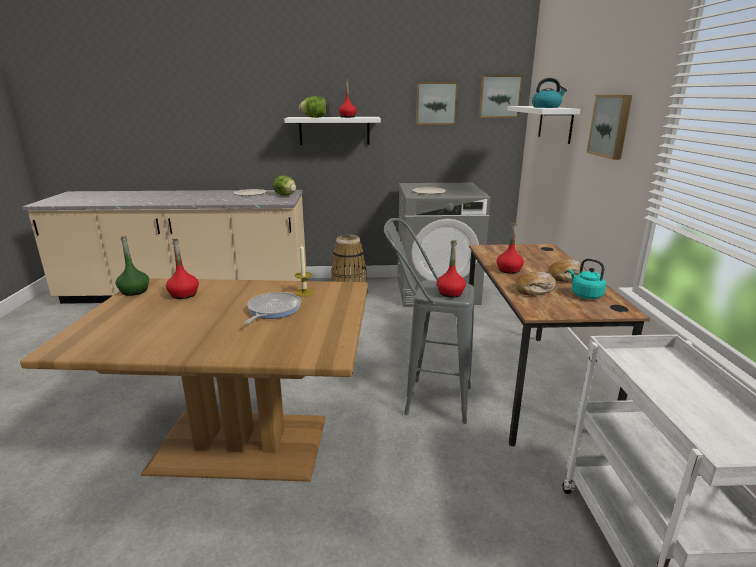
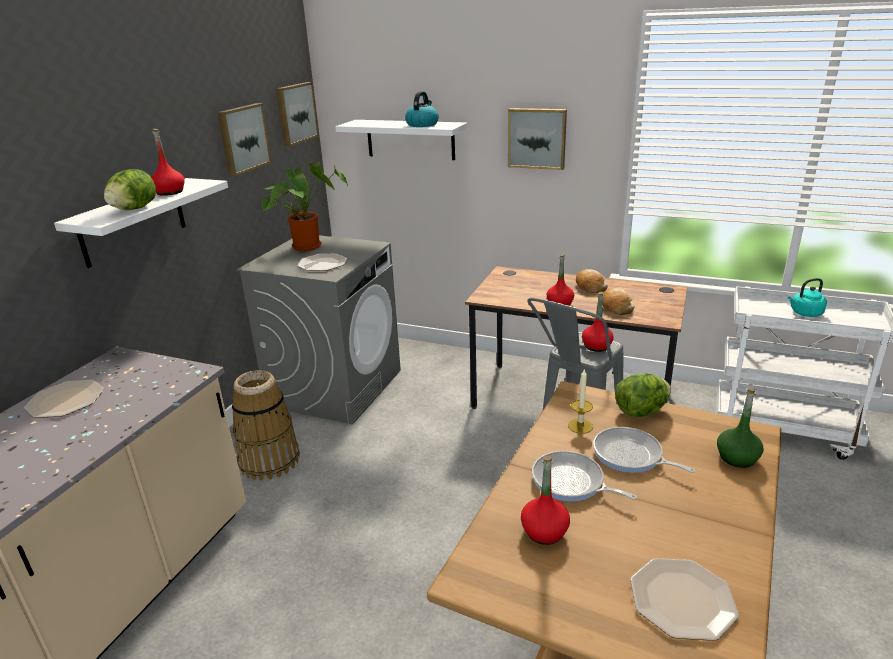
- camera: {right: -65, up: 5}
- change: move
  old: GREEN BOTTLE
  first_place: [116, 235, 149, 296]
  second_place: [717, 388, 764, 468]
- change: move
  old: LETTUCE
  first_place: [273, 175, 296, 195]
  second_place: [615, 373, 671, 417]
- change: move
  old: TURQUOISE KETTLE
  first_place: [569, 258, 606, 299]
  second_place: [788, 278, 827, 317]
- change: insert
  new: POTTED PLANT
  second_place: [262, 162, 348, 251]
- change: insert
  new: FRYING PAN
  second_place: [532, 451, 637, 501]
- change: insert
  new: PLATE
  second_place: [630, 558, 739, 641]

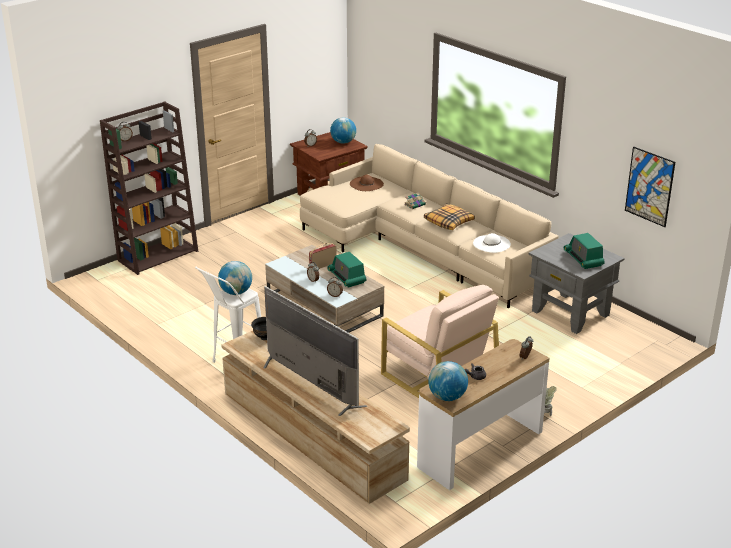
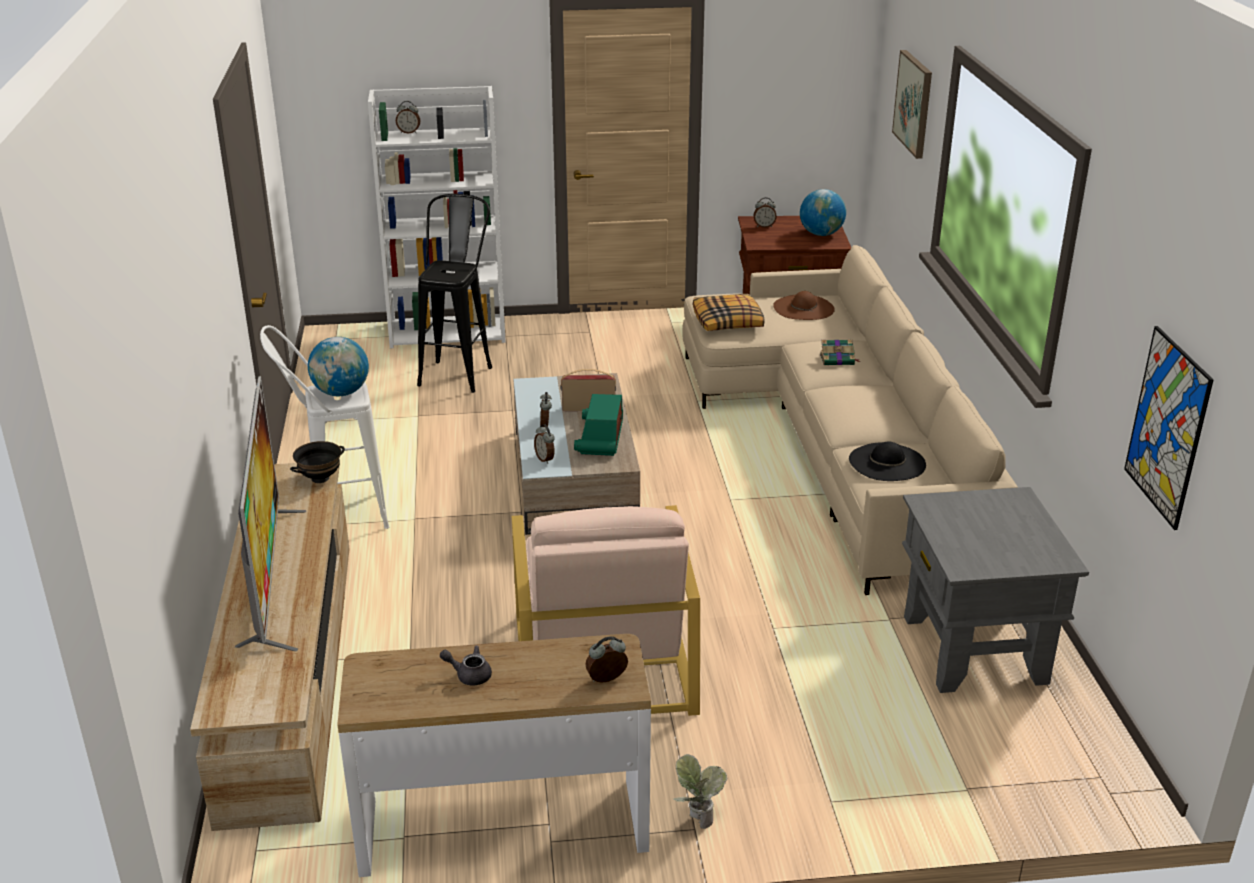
- camera: {right: 35, up: 0}
- change: recolor
  old: BROWN BOOKCASE
  new: WHITE BOOKCASE
  first_place: [100, 102, 198, 275]
  second_place: [368, 86, 506, 348]
- change: move
  old: PILLOW
  first_place: [424, 204, 475, 230]
  second_place: [693, 294, 764, 331]
- change: delete
  old: GLOBE
  first_place: [428, 361, 468, 401]
- change: recolor
  old: WHITE HAT
  new: BLACK HAT
  first_place: [473, 233, 511, 253]
  second_place: [849, 441, 926, 481]
- change: delete
  old: RADIO
  first_place: [564, 233, 605, 269]
- change: insert
  new: BLACK STOOL
  second_place: [417, 194, 492, 393]
- change: insert
  new: PICTURE
  second_place: [892, 50, 932, 159]

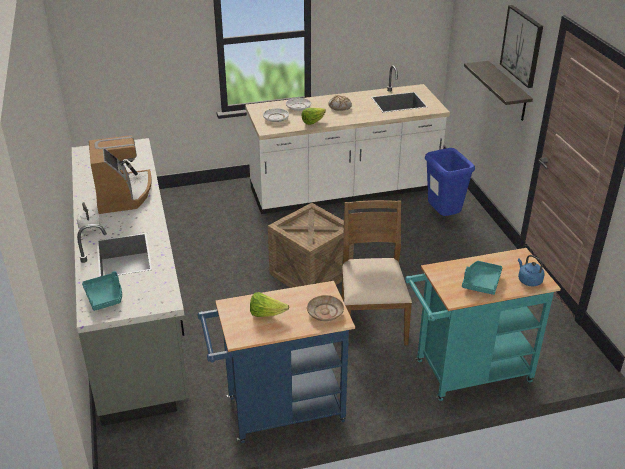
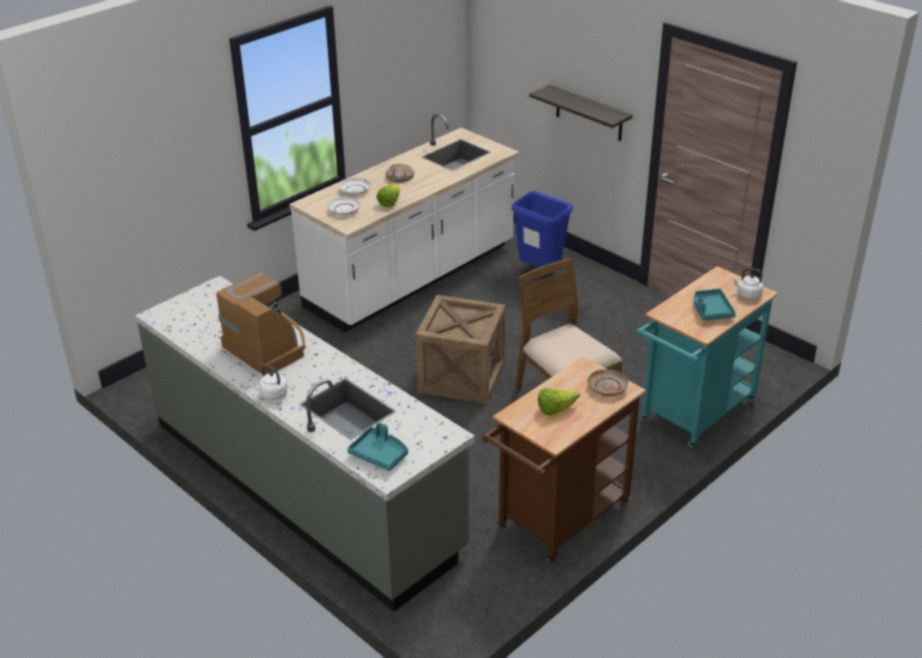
- camera: {right: -30, up: 0}
- change: recolor
  old: BLUE CART
  new: BROWN CART
  first_place: [198, 281, 355, 443]
  second_place: [482, 356, 646, 563]
- change: delete
  old: PICTURE
  first_place: [500, 5, 543, 88]
- change: recolor
  old: BLUE KETTLE
  new: WHITE KETTLE
  first_place: [518, 255, 545, 286]
  second_place: [732, 268, 763, 300]

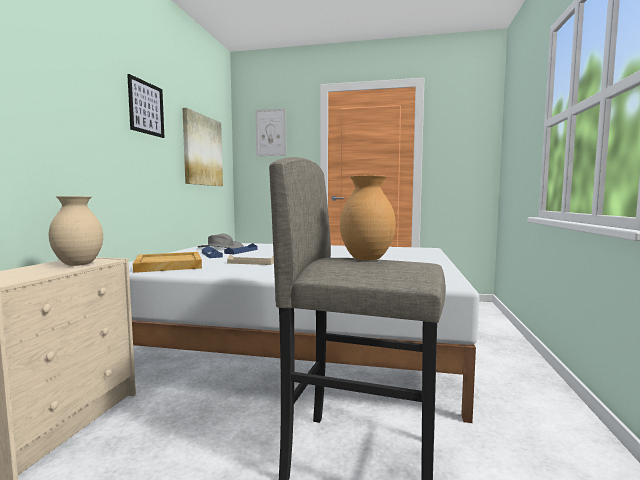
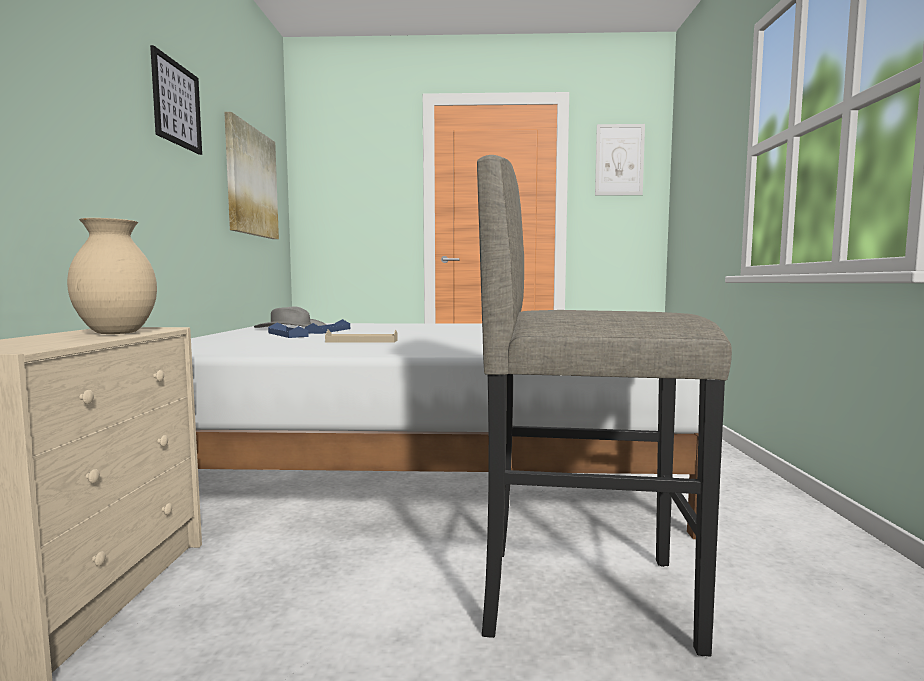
- camera: {right: -10, up: 0}
- change: delete
  old: BEIGE TRAY
  first_place: [133, 252, 202, 273]
- change: move
  old: PICTURE
  first_place: [255, 108, 286, 156]
  second_place: [595, 124, 645, 196]
- change: delete
  old: BROWN VASE
  first_place: [340, 175, 396, 260]

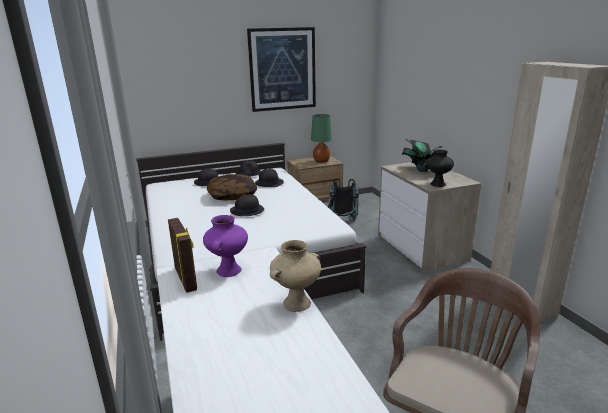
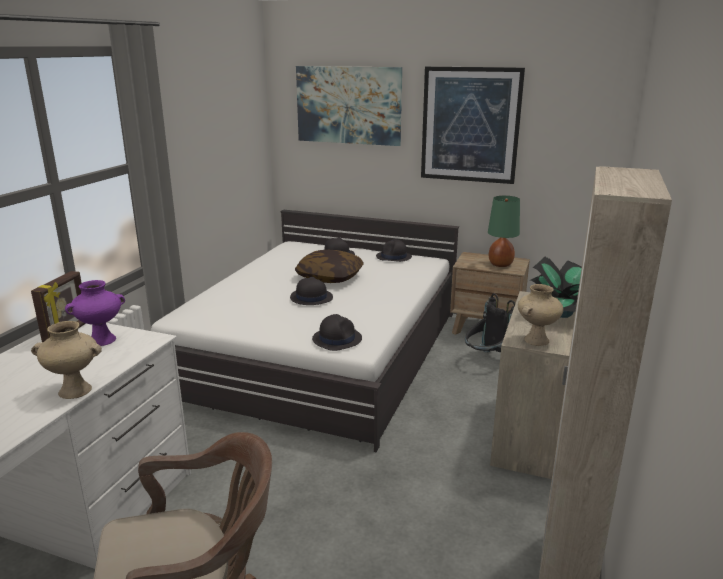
- camera: {right: 40, up: 0}
- change: move
  old: BLACK HAT
  first_place: [255, 169, 284, 187]
  second_place: [312, 314, 362, 351]
- change: recolor
  old: BLACK VASE
  new: BEIGE VASE
  first_place: [426, 150, 454, 187]
  second_place: [518, 284, 563, 346]
- change: insert
  new: PICTURE
  second_place: [296, 66, 402, 146]

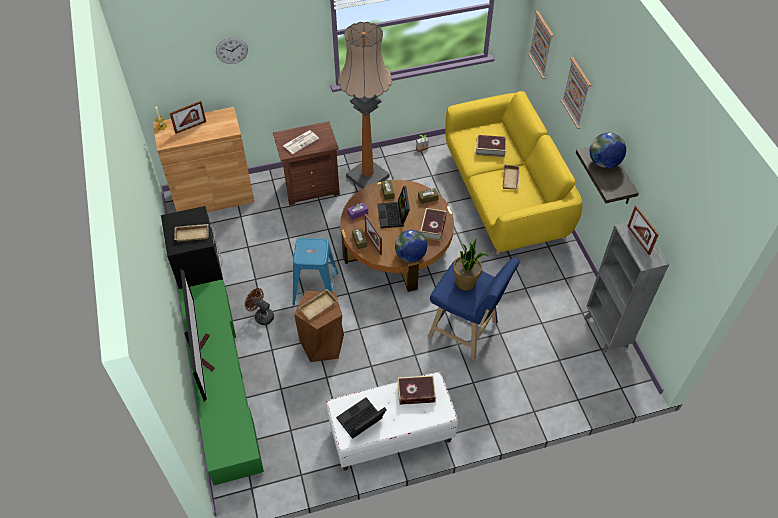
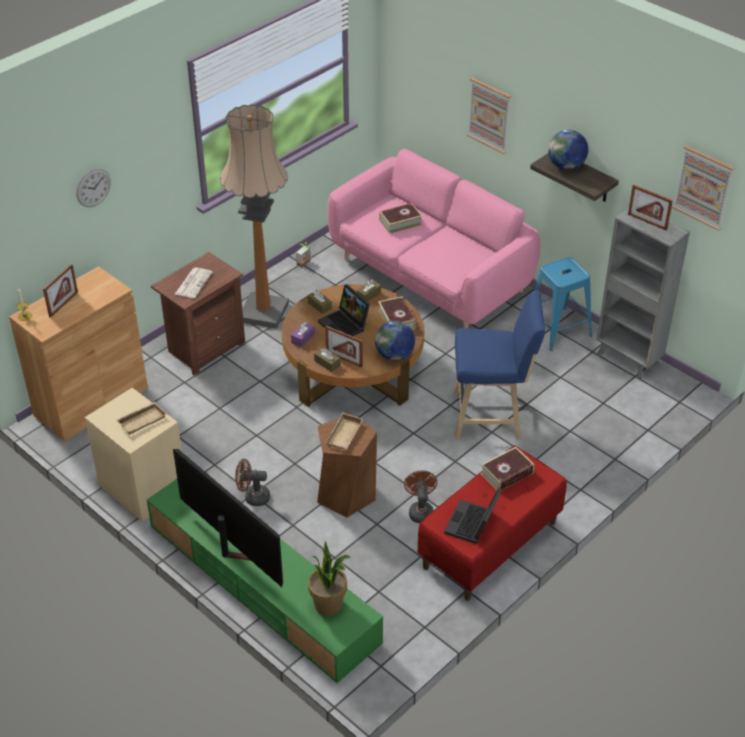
- camera: {right: -30, up: -10}
- change: recolor
  old: BLACK NIGHTSTAND
  new: BEIGE NIGHTSTAND
  first_place: [161, 206, 223, 289]
  second_place: [85, 388, 182, 522]
- change: move
  old: BLUE STOOL
  first_place: [293, 238, 338, 305]
  second_place: [534, 257, 592, 351]
- change: recolor
  old: WHITE BENCH
  new: RED BENCH
  first_place: [326, 372, 458, 471]
  second_place: [418, 446, 567, 601]
- change: recolor
  old: YELLOW SOFA
  new: PINK SOFA
  first_place: [445, 91, 583, 255]
  second_place: [327, 149, 540, 328]
- change: move
  old: POTTED PLANT
  first_place: [453, 238, 489, 291]
  second_place: [308, 541, 350, 616]
- change: delete
  old: BEIGE TRAY
  first_place: [502, 164, 520, 189]
- change: move
  old: PICTURE
  first_place: [528, 11, 554, 79]
  second_place: [672, 145, 734, 231]
- change: insert
  new: BROWN FAN
  second_place: [404, 471, 437, 523]

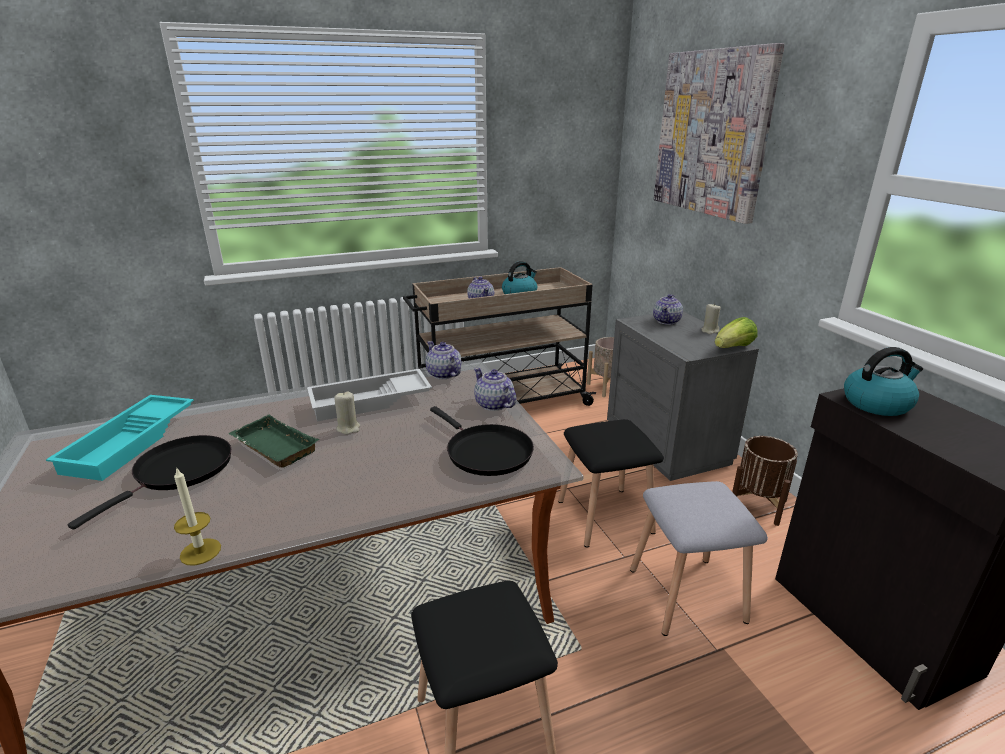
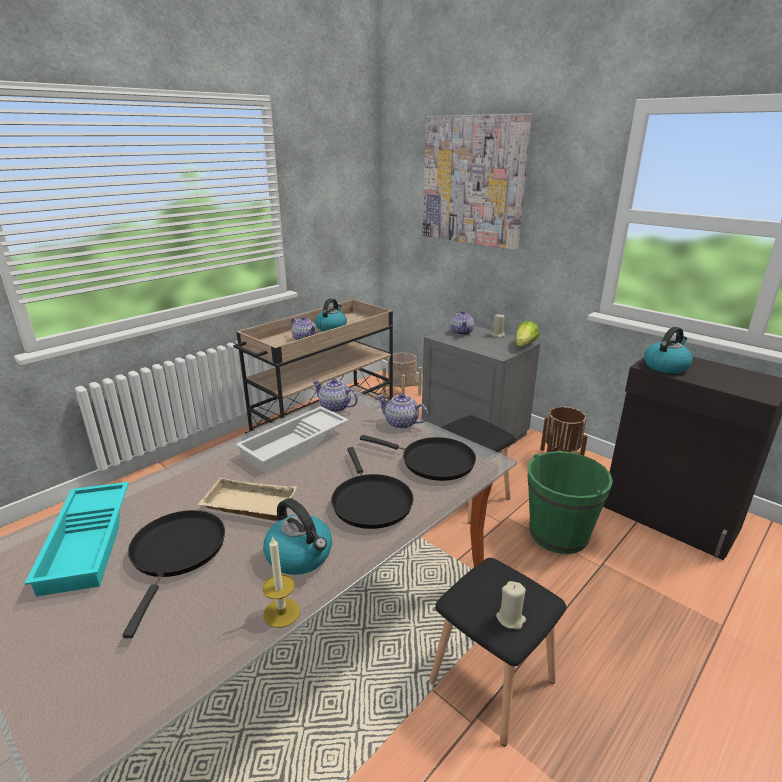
- camera: {right: -25, up: 0}
- change: recolor
  old: GREEN TRAY
  new: BEIGE TRAY
  first_place: [228, 414, 319, 468]
  second_place: [198, 477, 297, 521]
- change: move
  old: BEIGE CANDLE
  first_place: [334, 391, 360, 435]
  second_place: [496, 581, 526, 629]
- change: replace
  old: GREY STOOL
  new: GREEN BUCKET
  first_place: [630, 481, 768, 636]
  second_place: [527, 451, 613, 554]
- change: insert
  new: KETTLE
  second_place: [263, 498, 332, 575]
- change: insert
  new: BLACK FRYING PAN
  second_place: [331, 447, 414, 529]

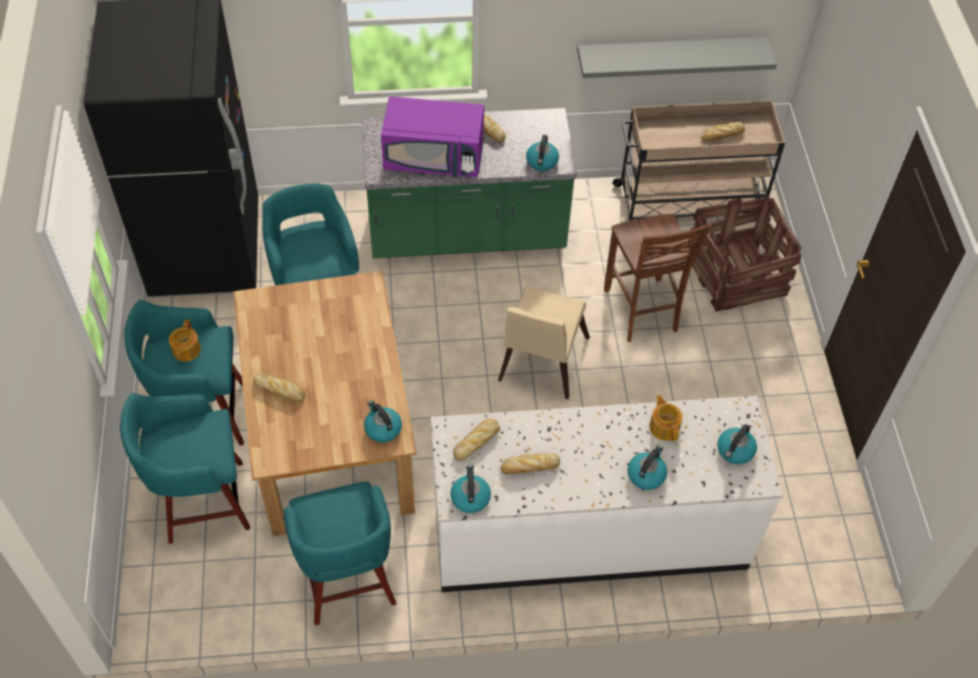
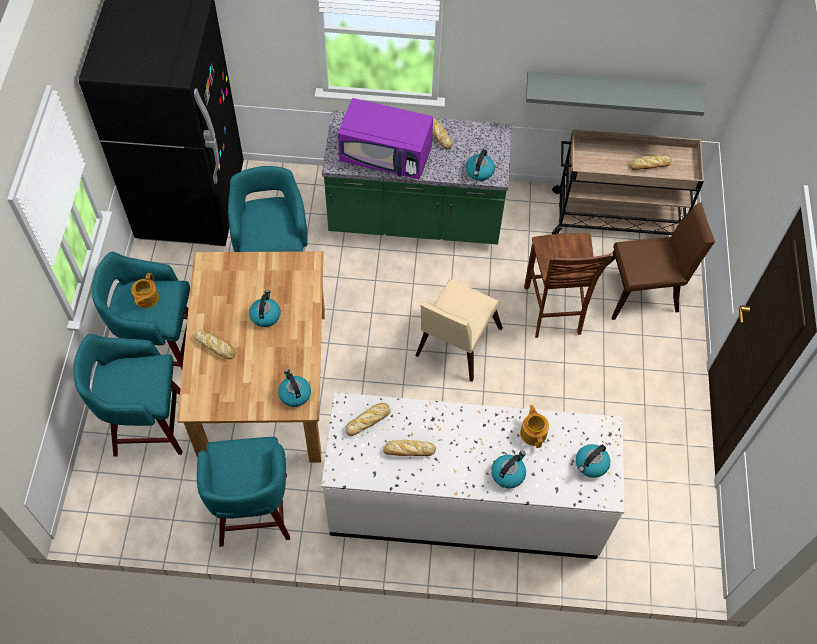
- camera: {right: 10, up: 5}
- change: move
  old: KETTLE
  first_place: [450, 464, 491, 513]
  second_place: [249, 290, 281, 327]
- change: replace
  old: CRATE
  new: BROWN CHAIR
  first_place: [688, 195, 802, 312]
  second_place: [607, 202, 715, 320]

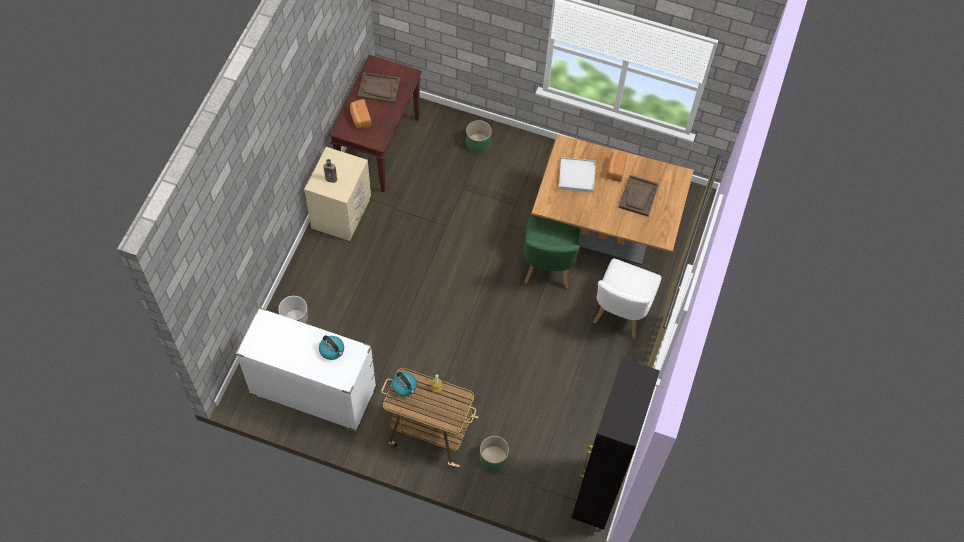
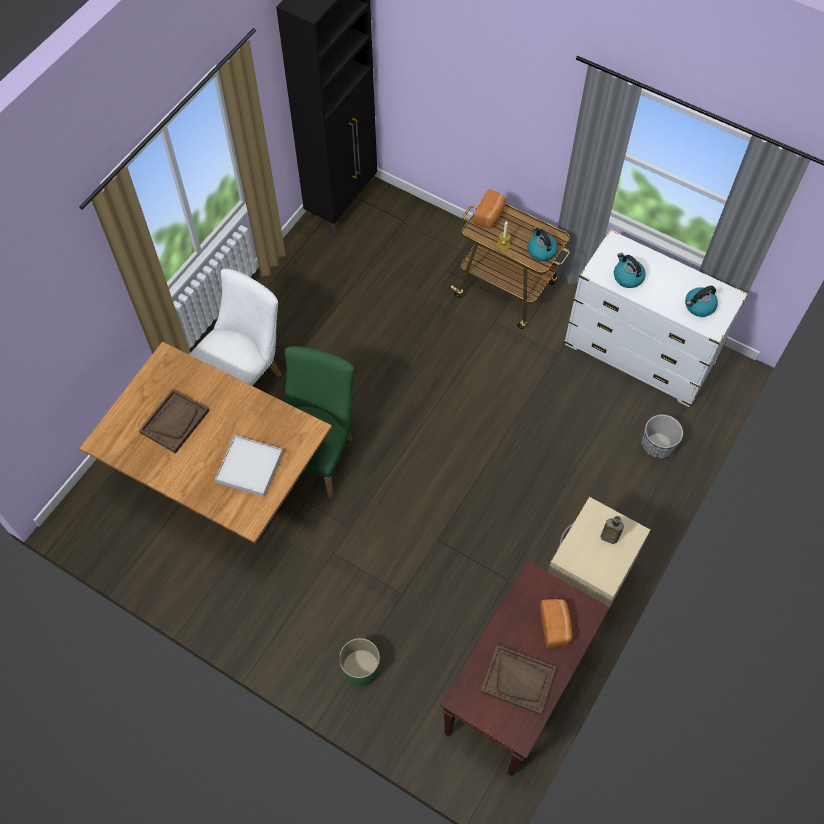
- camera: {right: -165, up: 0}
- change: delete
  old: GREEN PLANTER
  first_place: [480, 436, 509, 472]
- change: move
  old: BREAD
  first_place: [606, 151, 627, 182]
  second_place: [473, 189, 506, 228]
- change: insert
  new: KETTLE
  second_place: [685, 286, 718, 317]

